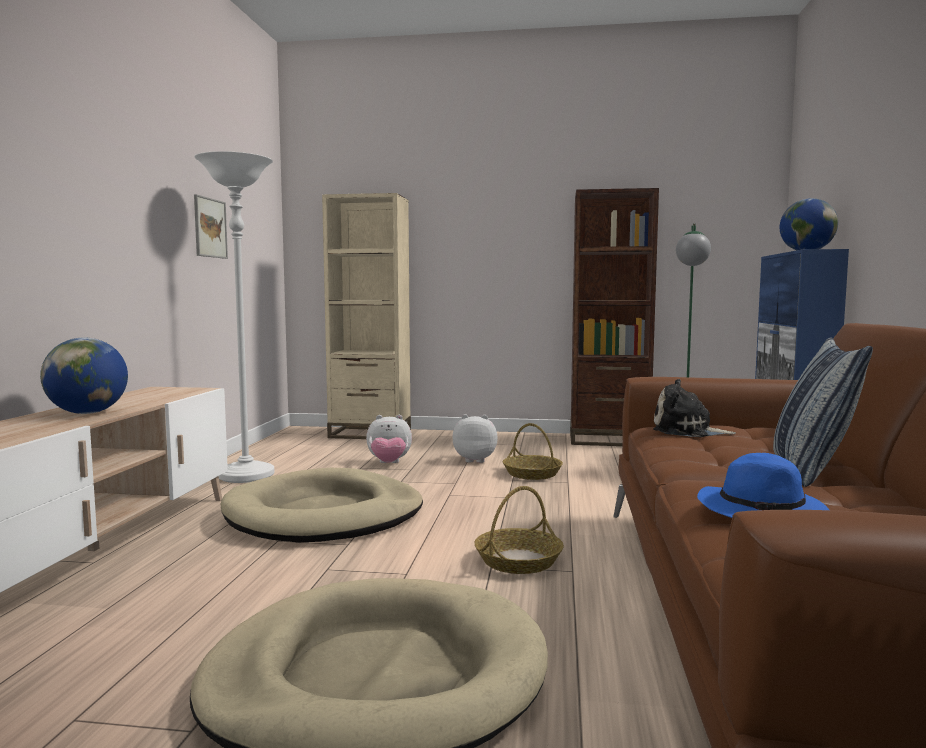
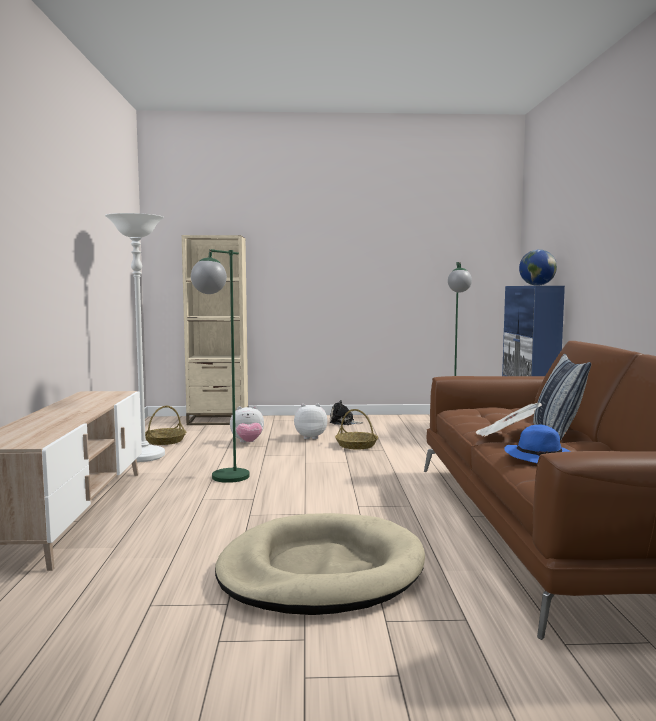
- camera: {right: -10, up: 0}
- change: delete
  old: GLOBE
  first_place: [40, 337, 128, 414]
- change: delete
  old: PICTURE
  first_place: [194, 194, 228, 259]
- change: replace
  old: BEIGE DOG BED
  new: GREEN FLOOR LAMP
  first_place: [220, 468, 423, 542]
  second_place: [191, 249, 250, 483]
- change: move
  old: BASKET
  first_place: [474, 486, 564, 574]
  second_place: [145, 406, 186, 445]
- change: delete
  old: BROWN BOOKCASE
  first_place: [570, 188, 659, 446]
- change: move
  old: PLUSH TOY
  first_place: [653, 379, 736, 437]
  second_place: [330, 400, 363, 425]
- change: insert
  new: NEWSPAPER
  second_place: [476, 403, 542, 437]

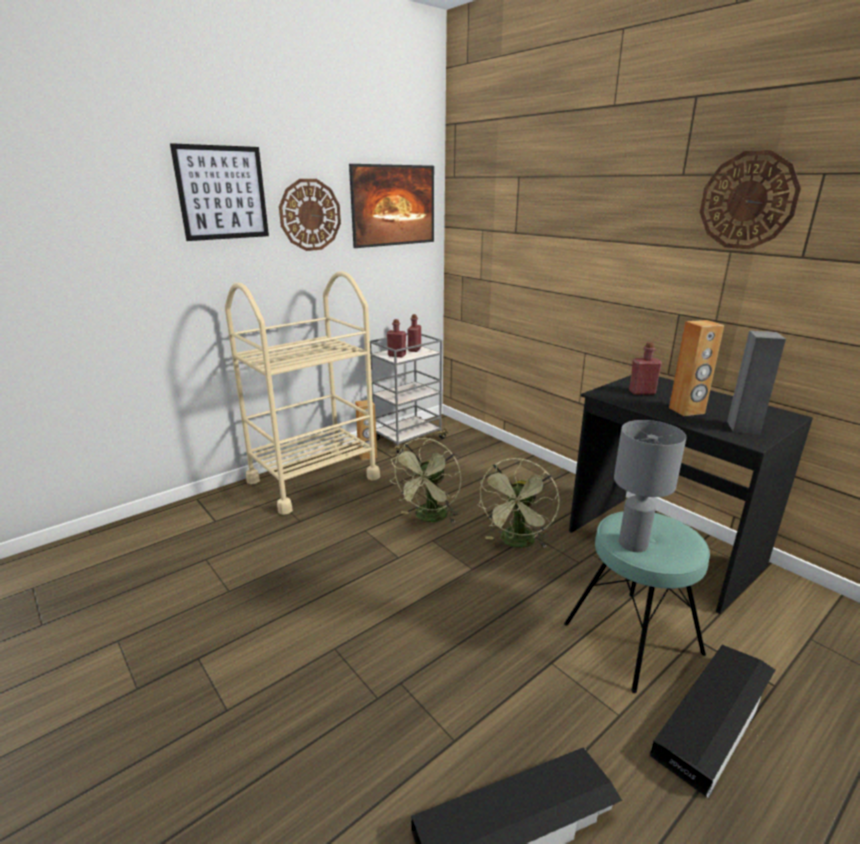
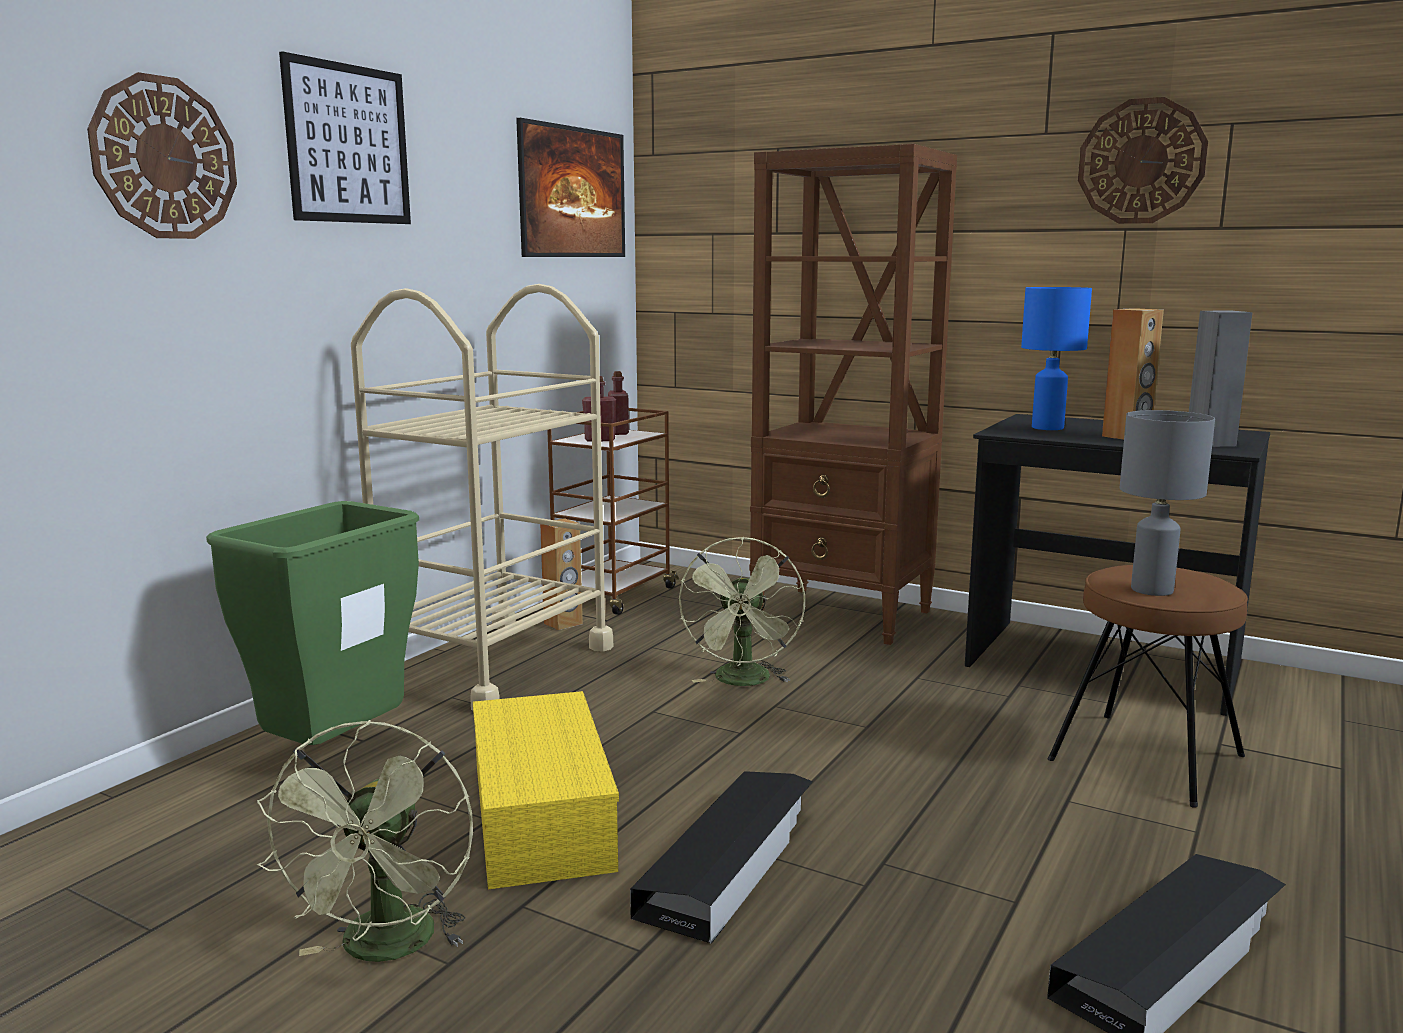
- camera: {right: -20, up: -10}
- change: move
  old: WALL CLOCK
  first_place: [279, 179, 341, 251]
  second_place: [87, 72, 237, 239]
- change: recolor
  old: GREY CART
  new: BROWN CART
  first_place: [370, 333, 448, 454]
  second_place: [547, 408, 679, 615]
- change: move
  old: GREEN FAN
  first_place: [477, 458, 560, 548]
  second_place: [257, 720, 473, 962]
- change: recolor
  old: TURQUOISE STOOL
  new: BROWN STOOL
  first_place: [564, 511, 710, 693]
  second_place: [1048, 565, 1248, 808]
- change: replace
  old: RED BOTTLE
  new: BLUE TABLE LAMP
  first_place: [629, 342, 662, 395]
  second_place: [1021, 287, 1092, 430]
- change: move
  old: BLACK STORAGE BOX
  first_place: [650, 645, 775, 799]
  second_place: [630, 771, 813, 944]
- change: insert
  new: GREEN TRASH CAN
  second_place: [206, 501, 419, 745]
- change: insert
  new: YELLOW STORAGE BOX
  second_place: [473, 691, 619, 889]
- change: insert
  new: BROWN BOOKCASE
  second_place: [749, 144, 957, 645]

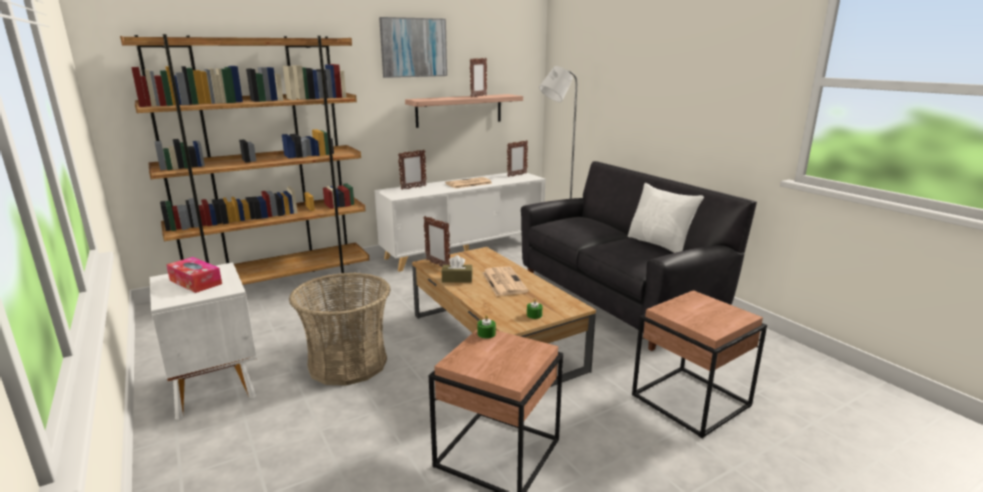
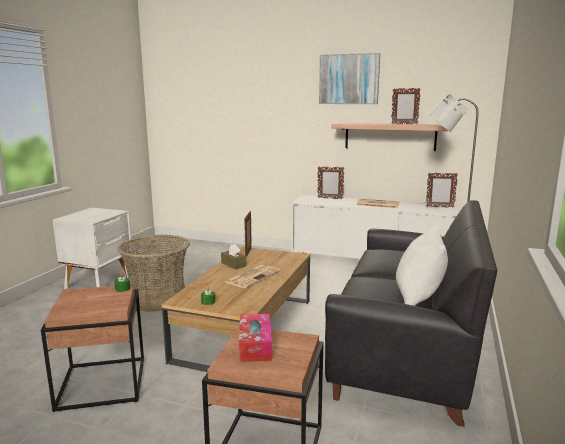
- camera: {right: 50, up: -5}
- change: delete
  old: BROWN BOOKCASE
  first_place: [120, 34, 369, 285]
- change: move
  old: TISSUE BOX
  first_place: [166, 257, 222, 293]
  second_place: [239, 314, 272, 362]

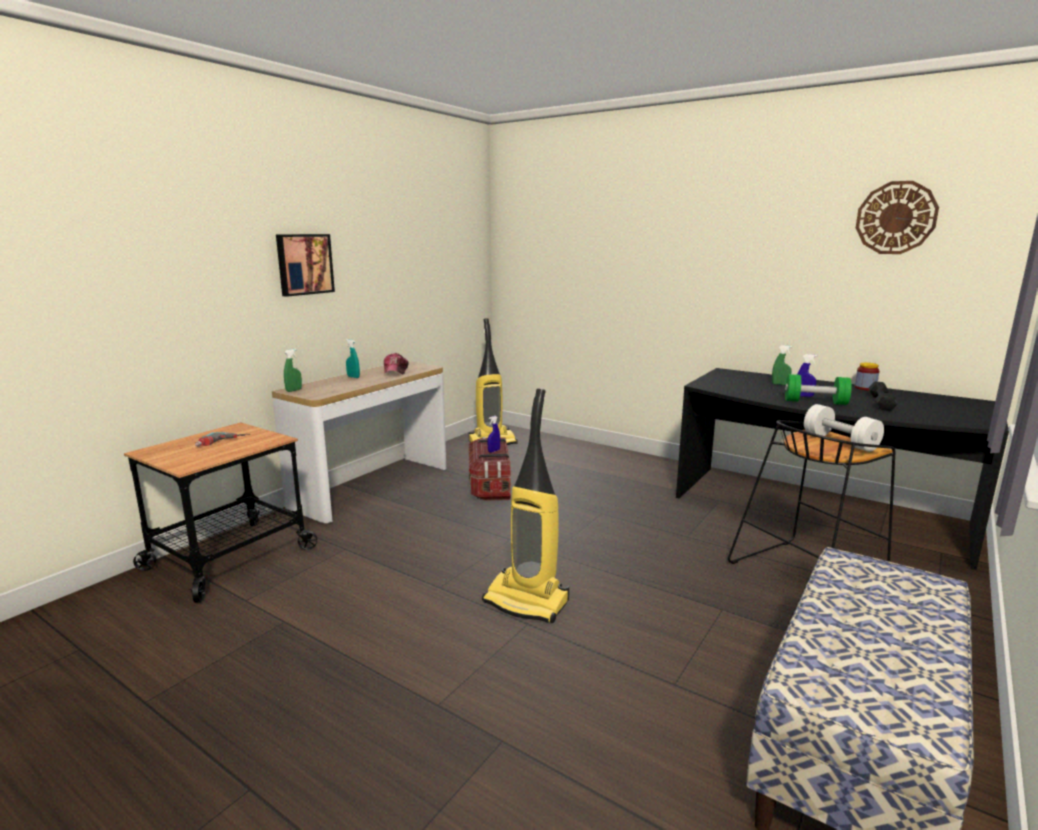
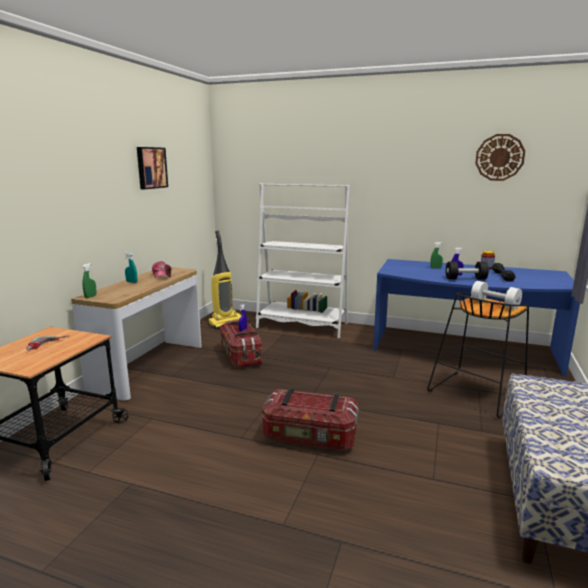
- camera: {right: -15, up: 0}
- change: move
  old: PICTURE
  first_place: [276, 234, 335, 297]
  second_place: [137, 147, 168, 189]
- change: replace
  old: VACUUM CLEANER
  new: STORAGE BOX
  first_place: [482, 388, 569, 623]
  second_place: [263, 389, 359, 451]
- change: recolor
  old: BLACK DESK
  new: BLUE DESK
  first_place: [676, 368, 1009, 570]
  second_place: [373, 259, 580, 377]
- change: recolor
  old: GREEN DUMBBELL
  new: BLACK DUMBBELL
  first_place: [785, 374, 852, 405]
  second_place: [446, 261, 489, 280]
- change: insert
  new: WHITE BOOKCASE
  second_place: [256, 183, 350, 339]

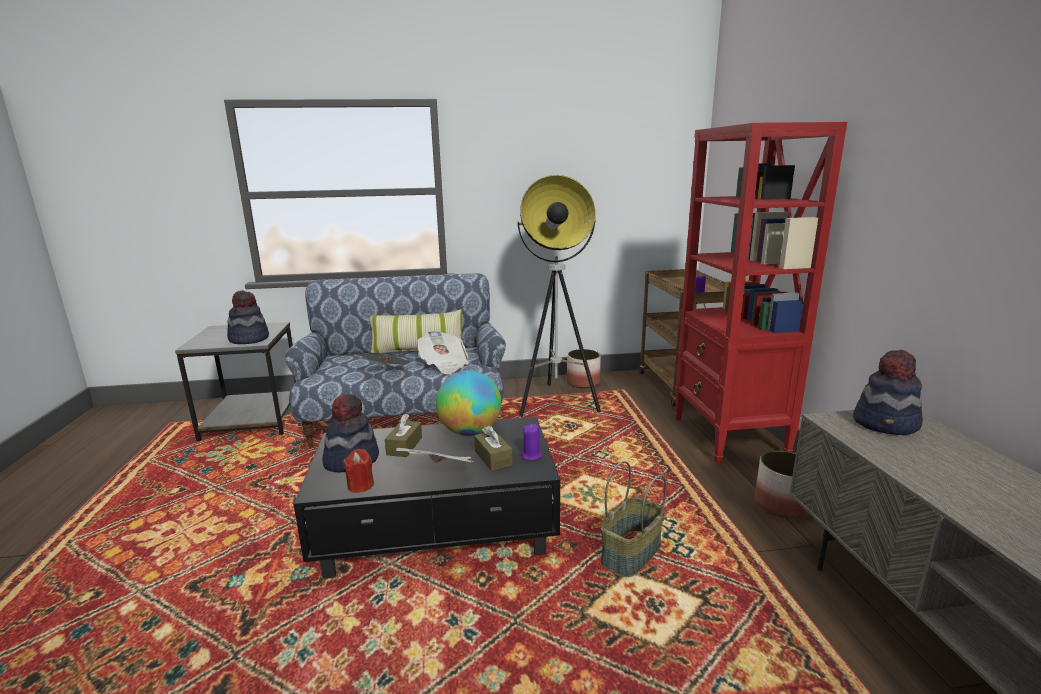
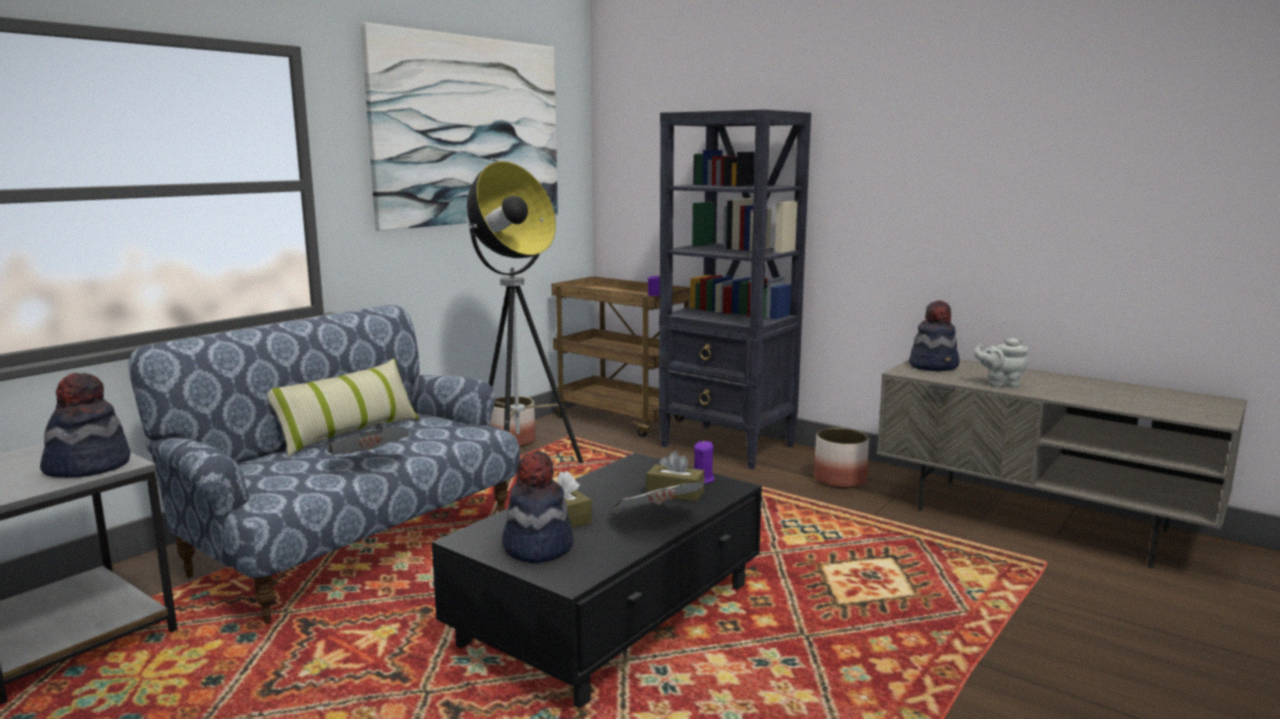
- camera: {right: -45, up: -5}
- change: delete
  old: RED CANDLE
  first_place: [343, 449, 374, 493]
- change: delete
  old: NEWSPAPER
  first_place: [417, 330, 469, 375]
- change: delete
  old: GLOBE
  first_place: [436, 370, 501, 436]
- change: delete
  old: BASKET
  first_place: [600, 461, 667, 577]
- change: recolor
  old: RED BOOKCASE
  new: BLACK BOOKCASE
  first_place: [675, 122, 847, 463]
  second_place: [658, 110, 811, 469]
- change: insert
  new: PICTURE
  second_place: [361, 22, 558, 231]
- change: insert
  new: GREY TEAPOT
  second_place: [974, 338, 1028, 388]

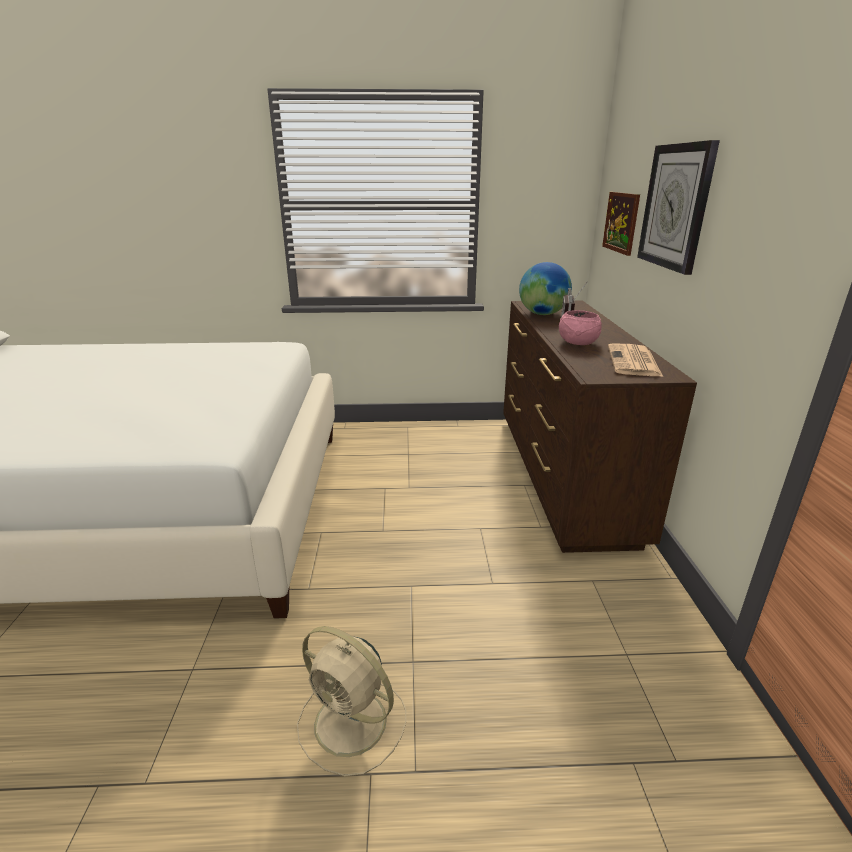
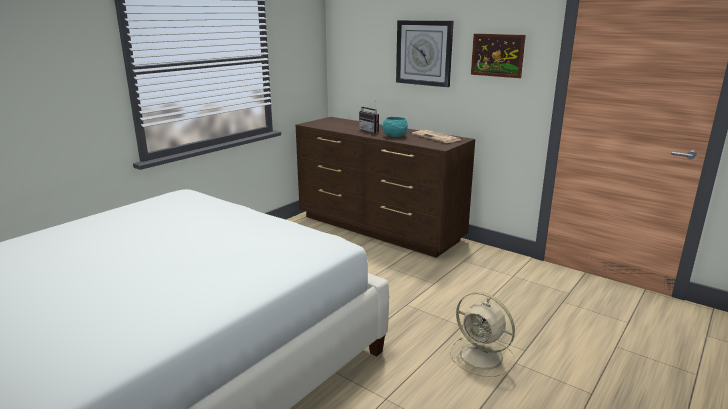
- camera: {right: -50, up: -5}
- change: rotate
  old: BEIGE FAN
  first_place: [297, 626, 406, 777]
  second_place: [450, 292, 515, 377]
  degrees: 60
- change: delete
  old: GLOBE
  first_place: [519, 262, 572, 315]
- change: recolor
  old: PINK BOWL
  new: TURQUOISE BOWL
  first_place: [559, 310, 602, 345]
  second_place: [382, 117, 408, 137]
- change: move
  old: PICTURE
  first_place: [602, 192, 640, 256]
  second_place: [471, 34, 526, 78]

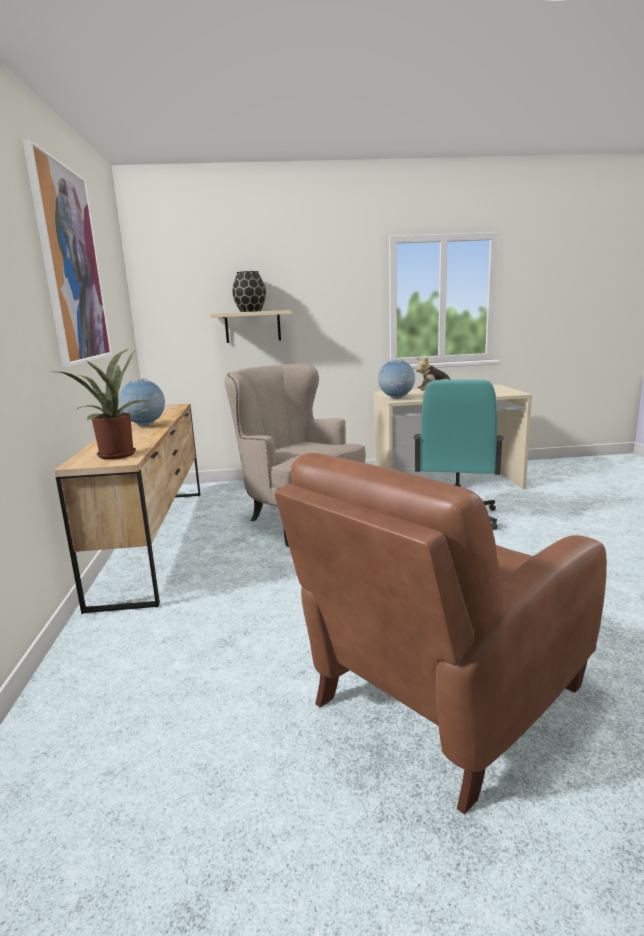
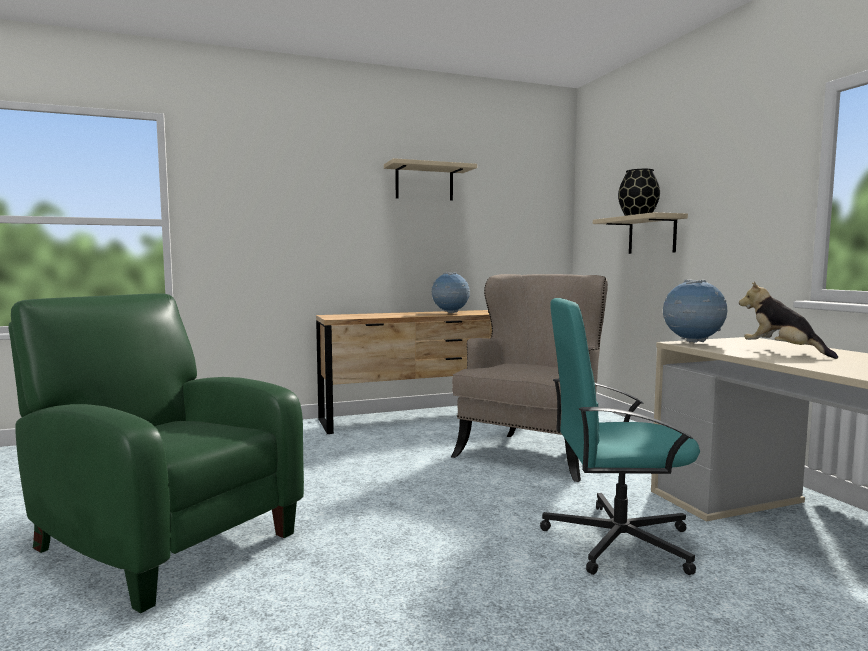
- camera: {right: 75, up: -10}
- change: replace
  old: PICTURE
  new: BEIGE SHELF
  first_place: [23, 139, 112, 367]
  second_place: [384, 158, 477, 201]
- change: delete
  old: POTTED PLANT
  first_place: [60, 349, 152, 460]
- change: recolor
  old: BROWN ARMCHAIR
  new: GREEN ARMCHAIR
  first_place: [274, 453, 607, 814]
  second_place: [9, 293, 304, 613]

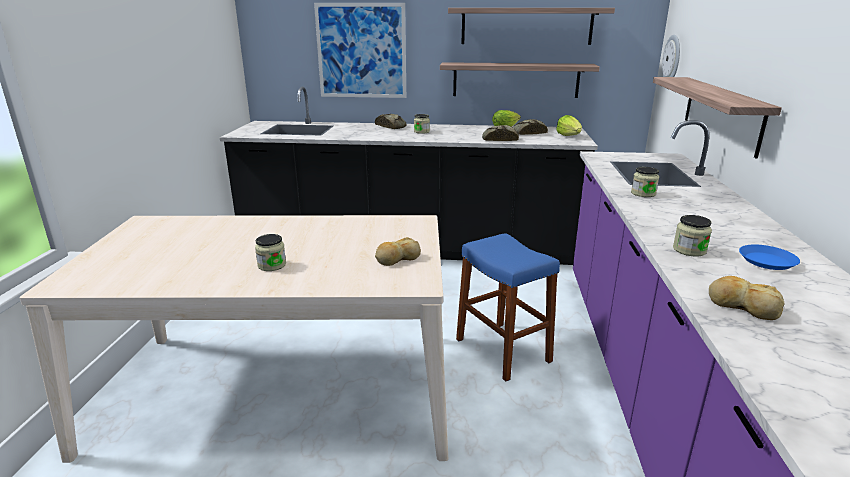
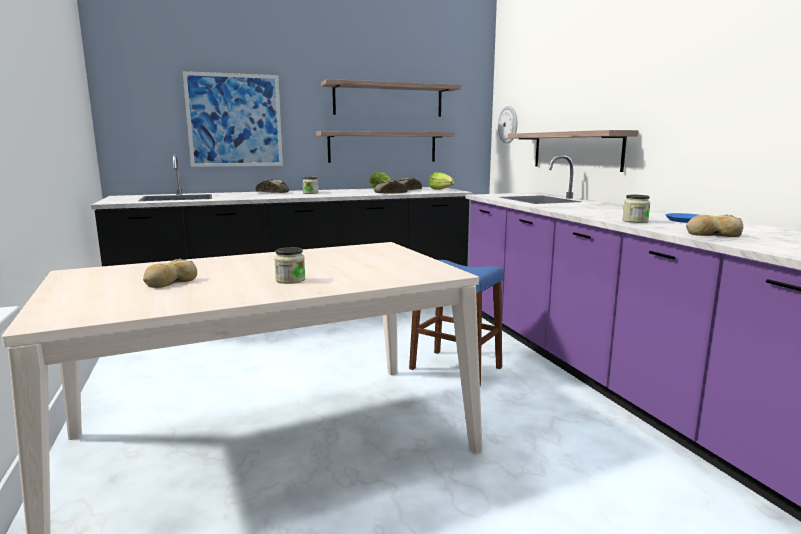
- camera: {right: -25, up: -10}
- change: move
  old: BREAD
  first_place: [375, 237, 421, 266]
  second_place: [143, 259, 197, 288]
- change: delete
  old: JAR
  first_place: [631, 167, 659, 197]

